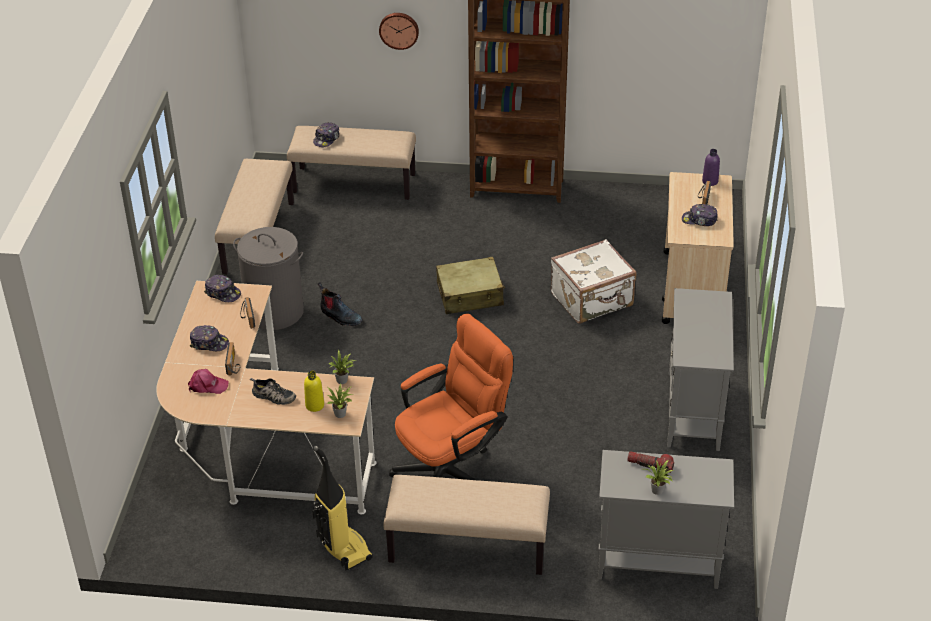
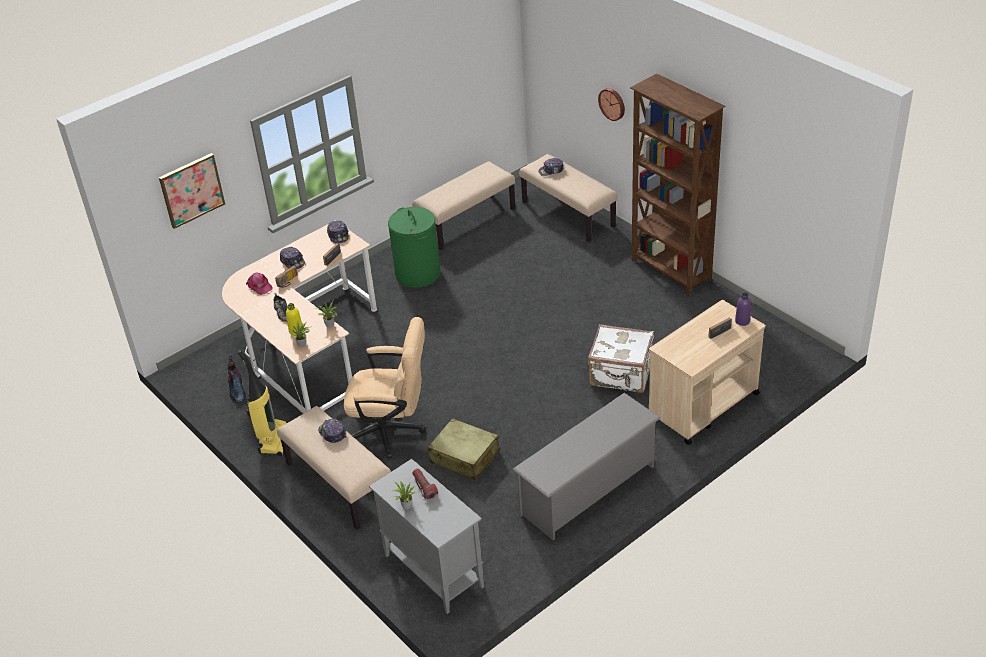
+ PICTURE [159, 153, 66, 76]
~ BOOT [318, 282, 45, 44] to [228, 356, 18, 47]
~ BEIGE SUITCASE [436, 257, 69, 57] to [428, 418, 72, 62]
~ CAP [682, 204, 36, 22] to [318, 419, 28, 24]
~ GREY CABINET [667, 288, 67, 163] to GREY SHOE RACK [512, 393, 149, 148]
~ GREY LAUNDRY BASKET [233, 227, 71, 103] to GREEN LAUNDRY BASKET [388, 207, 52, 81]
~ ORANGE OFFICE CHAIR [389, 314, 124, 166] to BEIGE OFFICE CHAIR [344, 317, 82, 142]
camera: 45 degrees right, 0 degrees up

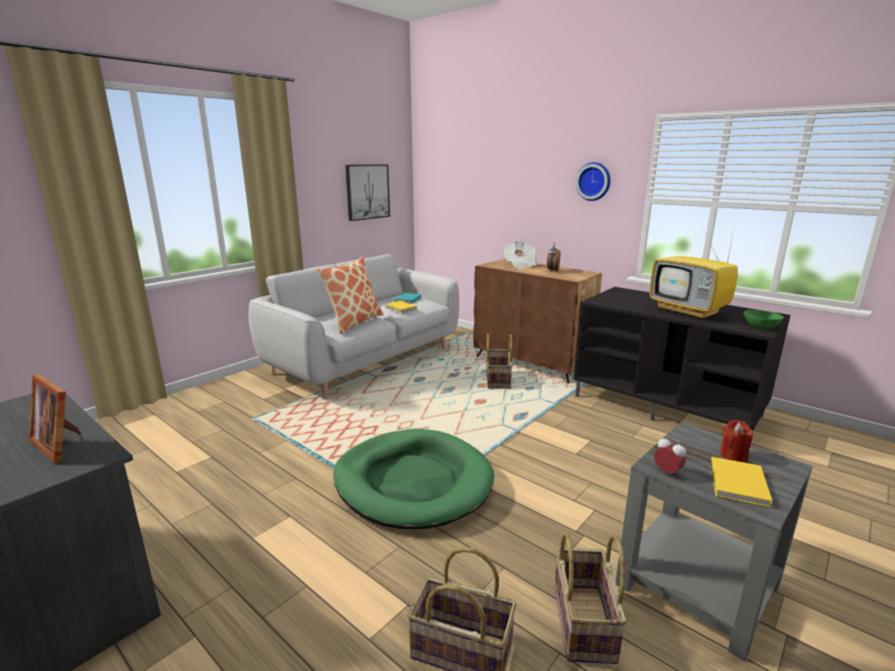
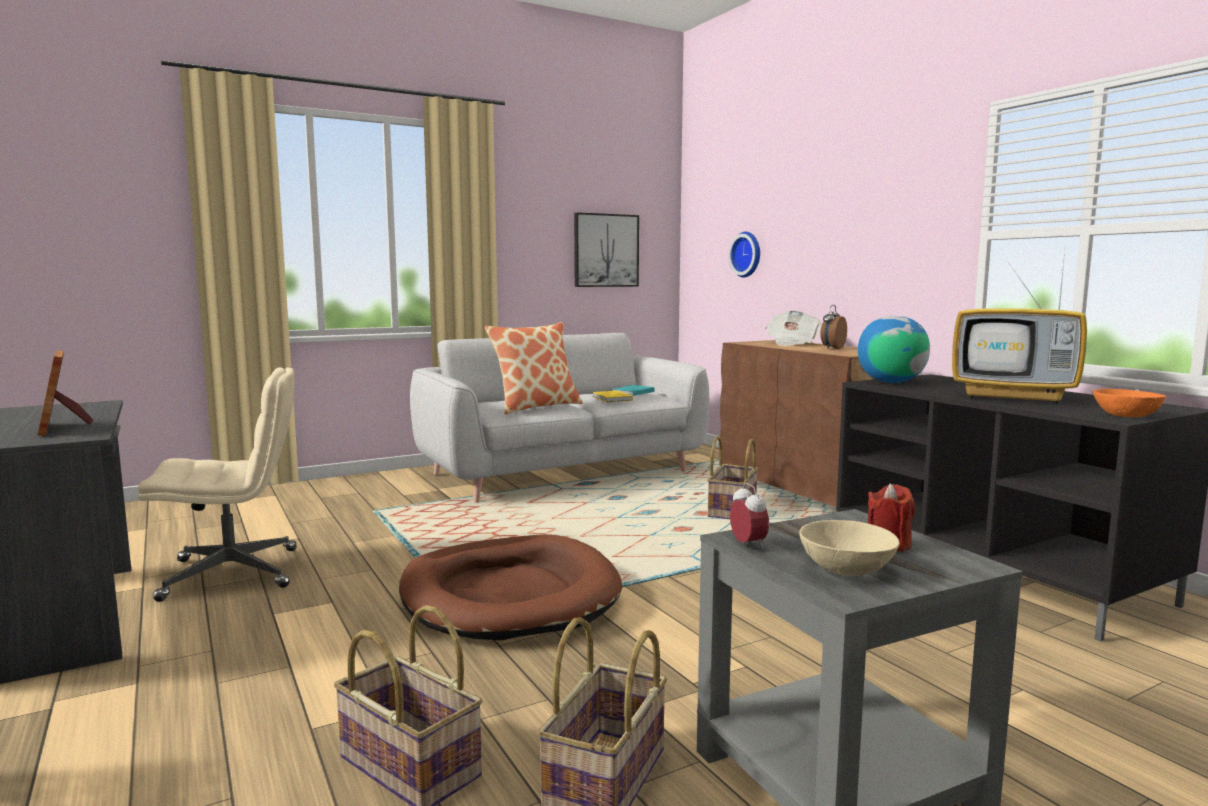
+ BEIGE OFFICE CHAIR [138, 367, 159, 235]
+ GLOBE [858, 316, 72, 67]
~ WALL CLOCK [576, 162, 35, 39] to [728, 232, 32, 45]
~ YELLOW BOOK [710, 457, 63, 51] to BEIGE BOWL [799, 520, 100, 56]
~ GREEN DOG BED [333, 429, 161, 100] to BROWN DOG BED [399, 534, 223, 106]
~ GREEN BOWL [744, 310, 40, 19] to ORANGE BOWL [1093, 389, 73, 28]
~ TELEVISION [650, 227, 88, 93] = [952, 252, 135, 152] 45 degrees counterclockwise
camera: 20 degrees right, 10 degrees down

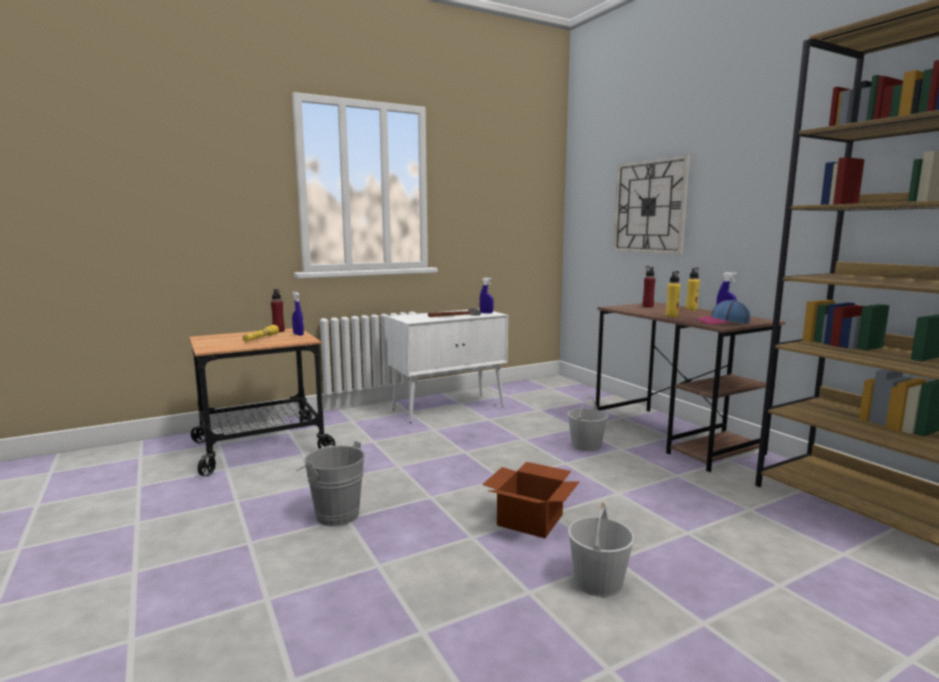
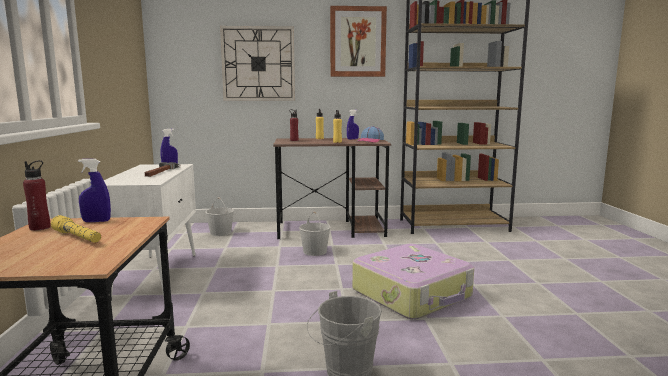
+ PICTURE [330, 6, 57, 71]
~ WHITE BUCKET [568, 502, 67, 95] to [205, 197, 29, 39]
~ CARDBOARD BOX [482, 462, 98, 76] to SUITCASE [352, 244, 122, 75]
camera: 65 degrees left, 0 degrees up

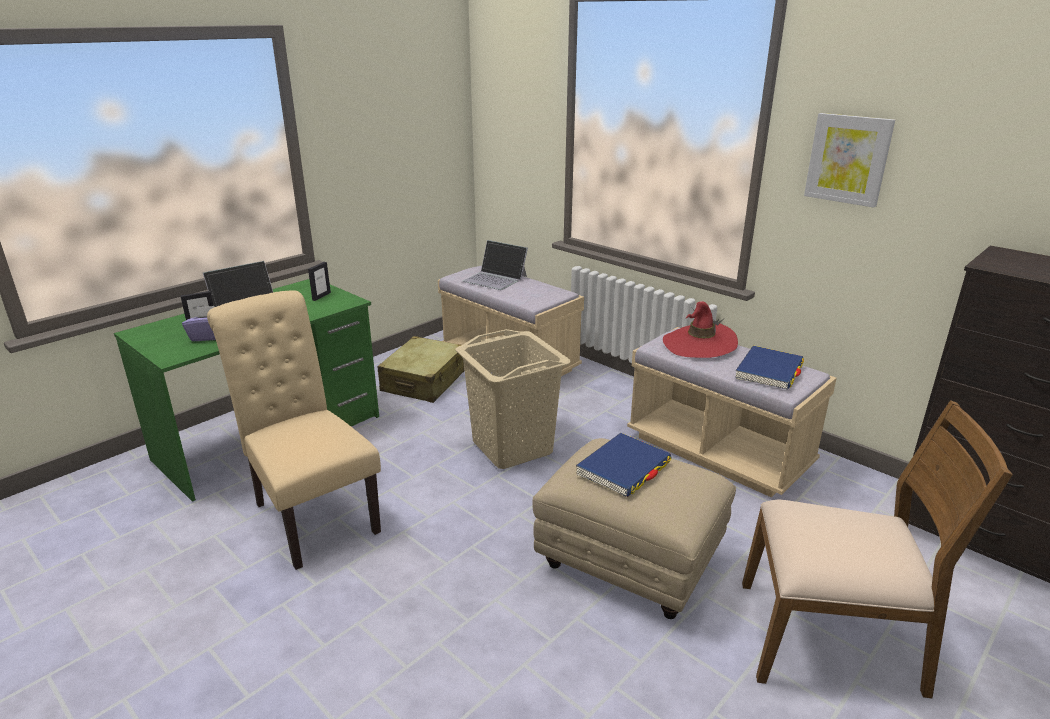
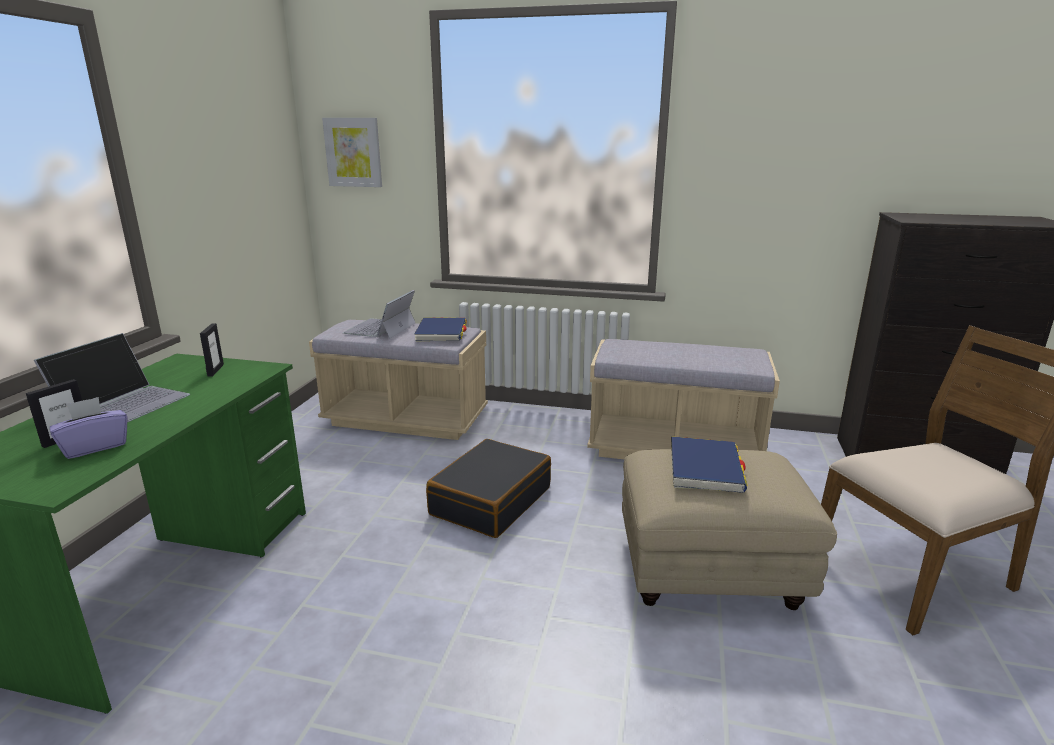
- BEIGE CHAIR [207, 290, 174, 280]
- BEIGE SUITCASE [378, 336, 86, 67]
- RED HAT [663, 301, 75, 57]
~ BLUE BOOK [736, 346, 68, 44] to [414, 317, 53, 25]
~ PICTURE [804, 113, 91, 95] to [322, 118, 60, 69]
~ BEIGE LAUNDRY BASKET [456, 329, 114, 140] to BLACK SUITCASE [426, 439, 125, 99]
~ LAPTOP [462, 240, 66, 50] = [343, 290, 72, 49] 105 degrees clockwise
camera: 30 degrees left, 5 degrees down

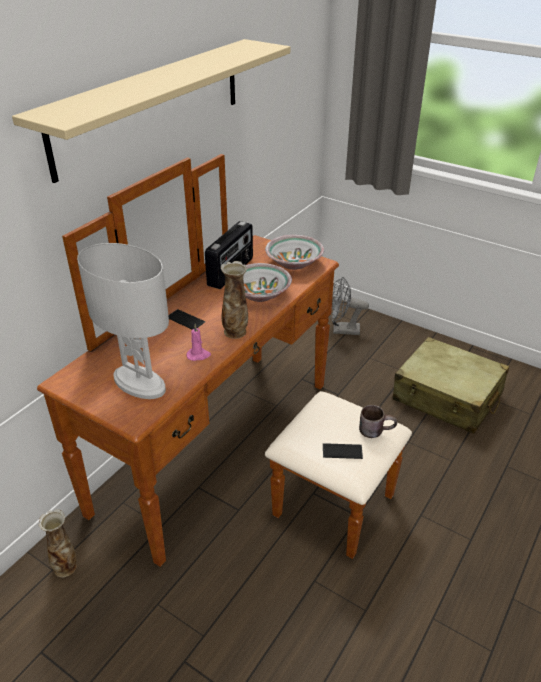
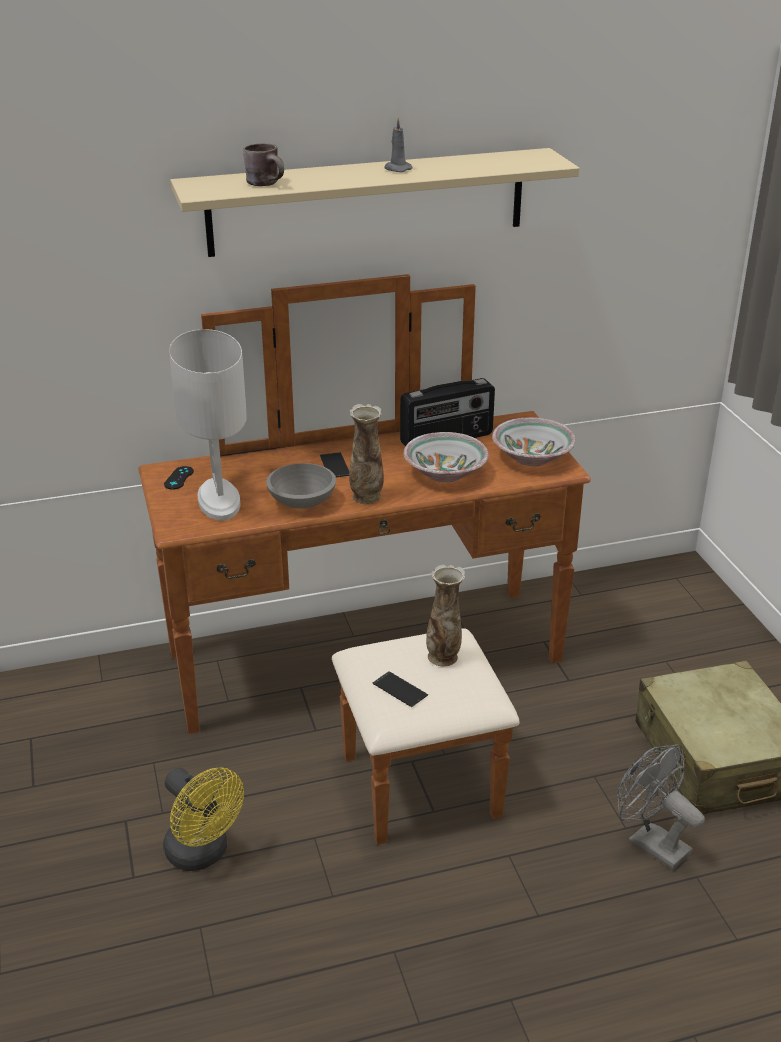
+ YELLOW FAN [163, 767, 81, 104]
+ BLACK GAME CONTROLLER [164, 466, 30, 24]
+ GREY CANDLE [384, 118, 28, 54]
~ VASE [39, 509, 38, 68] to [426, 565, 39, 101]
~ GREY FAN [329, 277, 40, 58] to [617, 744, 88, 126]
~ BROWN MUG [359, 405, 38, 33] to [243, 143, 41, 43]
~ PINK CANDLE [186, 324, 25, 37] to GREY BOWL [266, 463, 70, 45]
camera: 40 degrees right, 5 degrees down

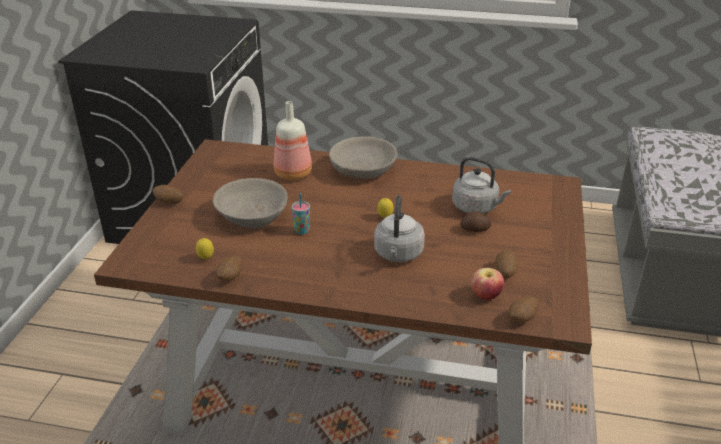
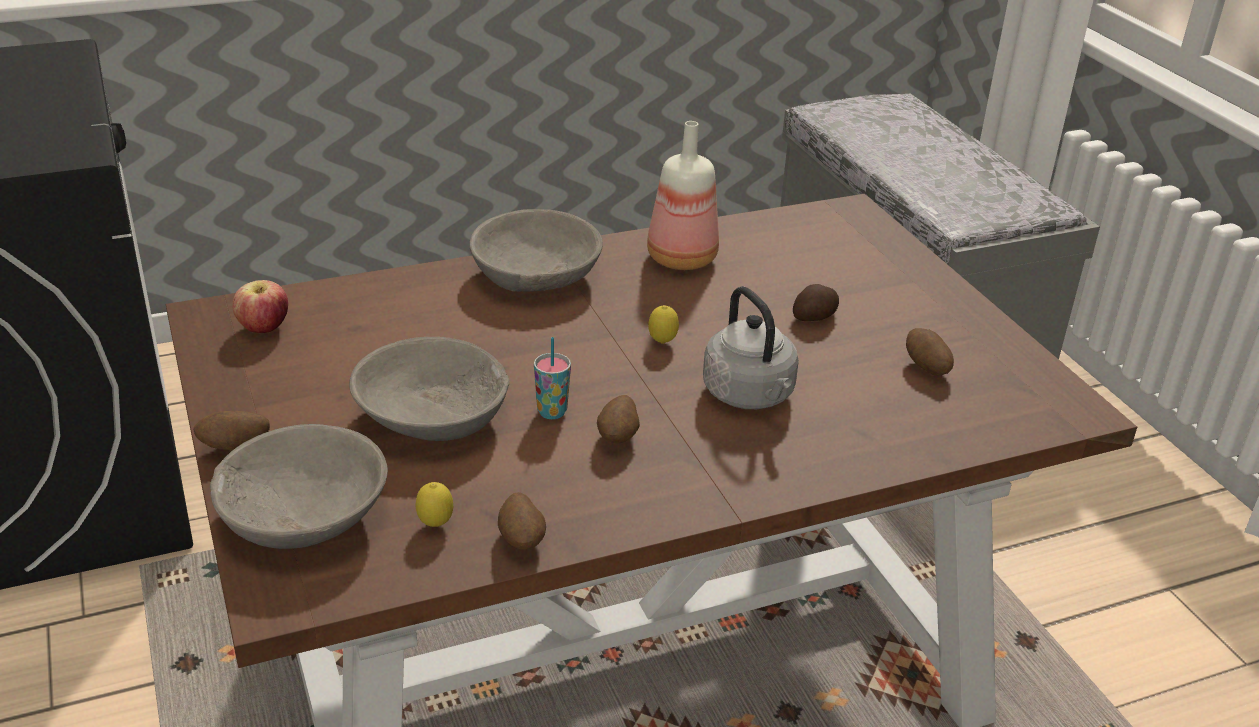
- GREY KETTLE [452, 157, 59, 57]
+ GREY BOWL [210, 424, 178, 125]
~ BOTTLE [274, 101, 38, 79] to [647, 121, 72, 149]
~ APPLE [471, 268, 33, 32] to [232, 280, 56, 53]
~ POTATO [509, 297, 29, 25] to [597, 395, 43, 49]
camera: 35 degrees left, 0 degrees up

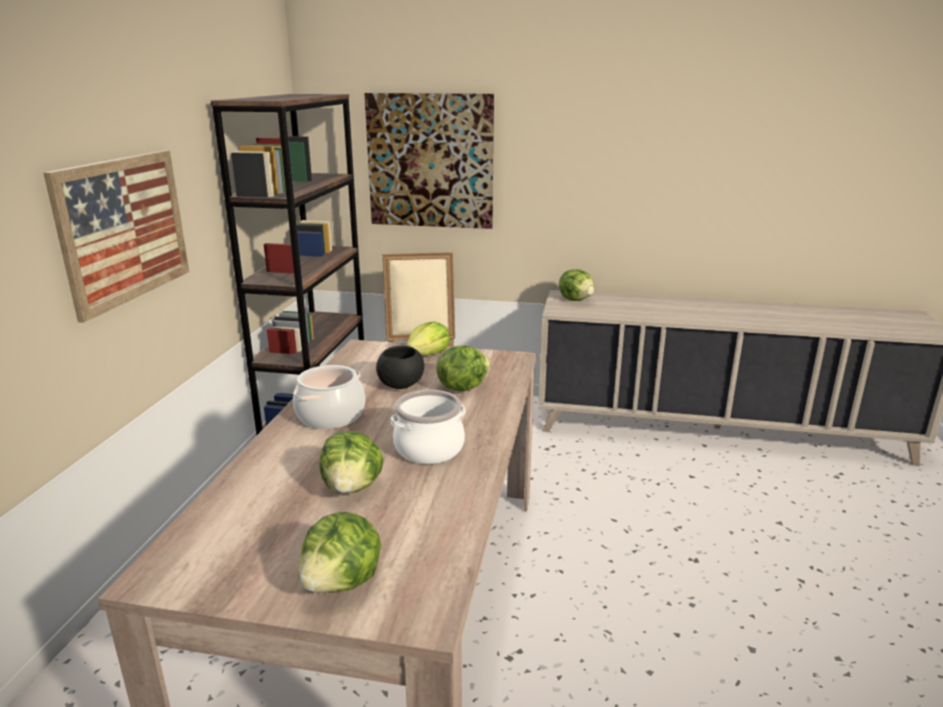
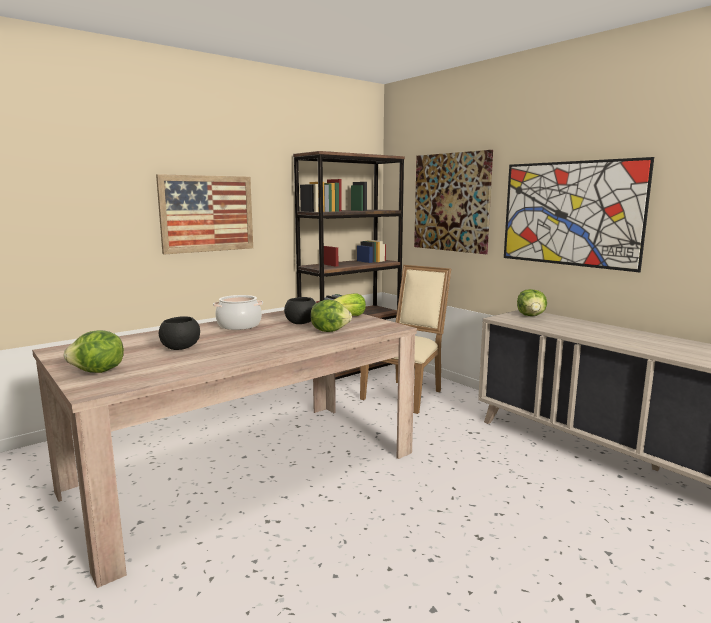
- COOKING POT [391, 390, 74, 74]
+ PICTURE [504, 157, 150, 115]
~ LETTUCE [320, 431, 64, 63] to BLACK BOWL [159, 316, 41, 34]
camera: 40 degrees right, 10 degrees down

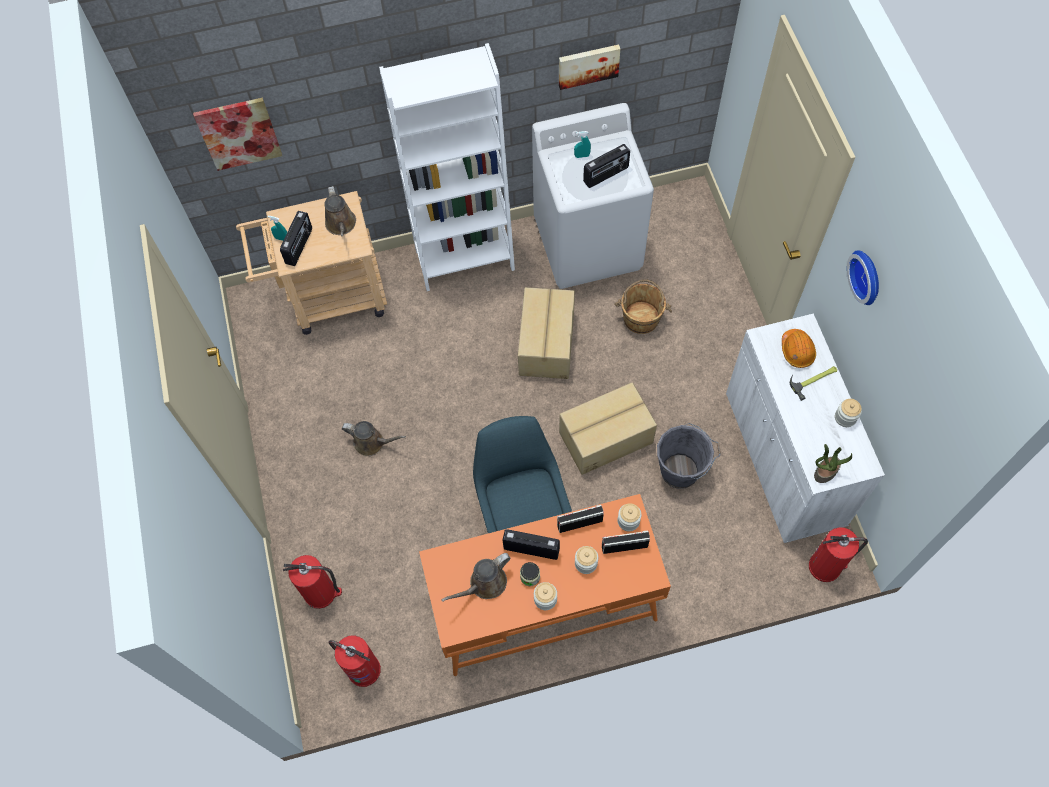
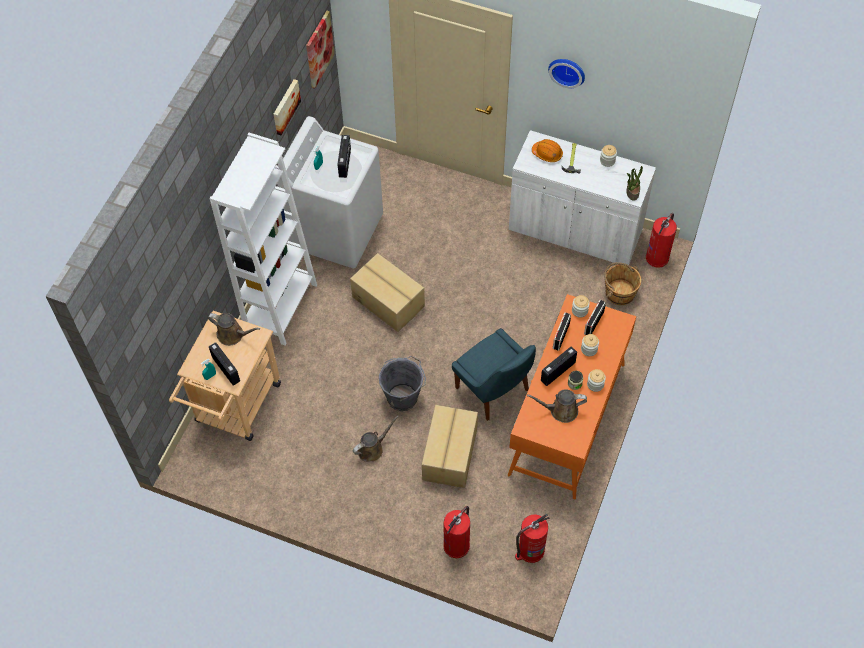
~ PICTURE [193, 98, 89, 73] to [306, 11, 29, 78]
~ CARDBOARD BOX [559, 382, 98, 93] to [422, 405, 56, 83]
~ BROWN BUCKET [614, 279, 58, 55] to [604, 262, 37, 43]
~ GREY BUCKET [657, 423, 64, 66] to [379, 356, 47, 55]
~ BROWN WATERING CAN [441, 553, 70, 49] = [527, 389, 60, 34] 90 degrees clockwise
~ BLUE CHAIR [473, 416, 99, 117] = [452, 328, 84, 93] 150 degrees counterclockwise
camera: 55 degrees left, 5 degrees down

